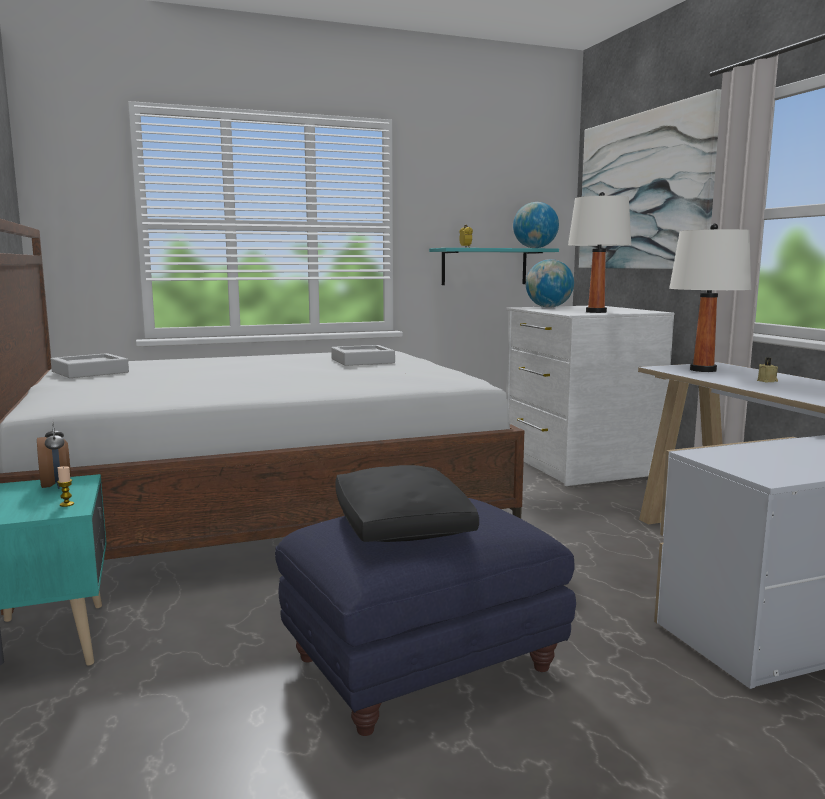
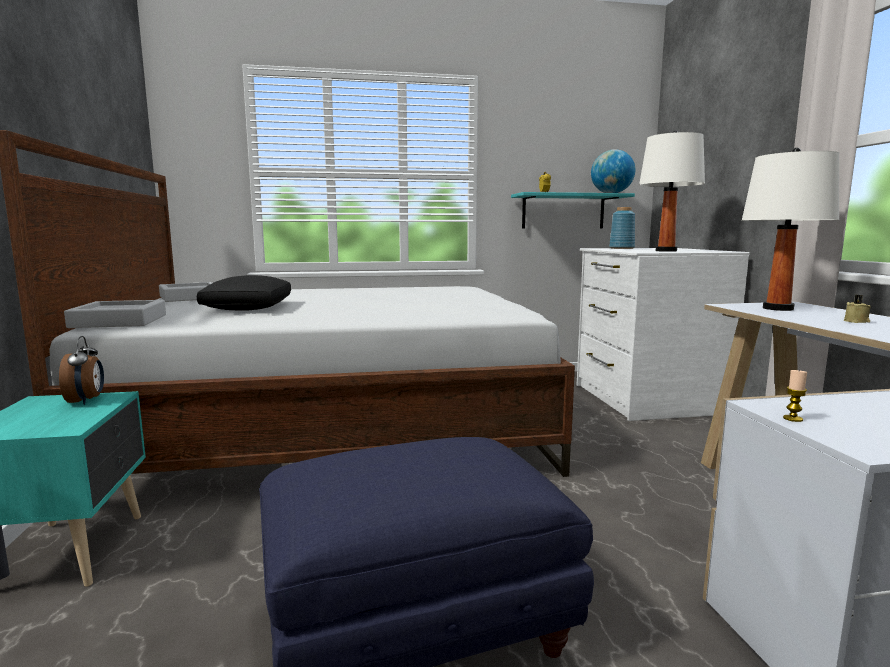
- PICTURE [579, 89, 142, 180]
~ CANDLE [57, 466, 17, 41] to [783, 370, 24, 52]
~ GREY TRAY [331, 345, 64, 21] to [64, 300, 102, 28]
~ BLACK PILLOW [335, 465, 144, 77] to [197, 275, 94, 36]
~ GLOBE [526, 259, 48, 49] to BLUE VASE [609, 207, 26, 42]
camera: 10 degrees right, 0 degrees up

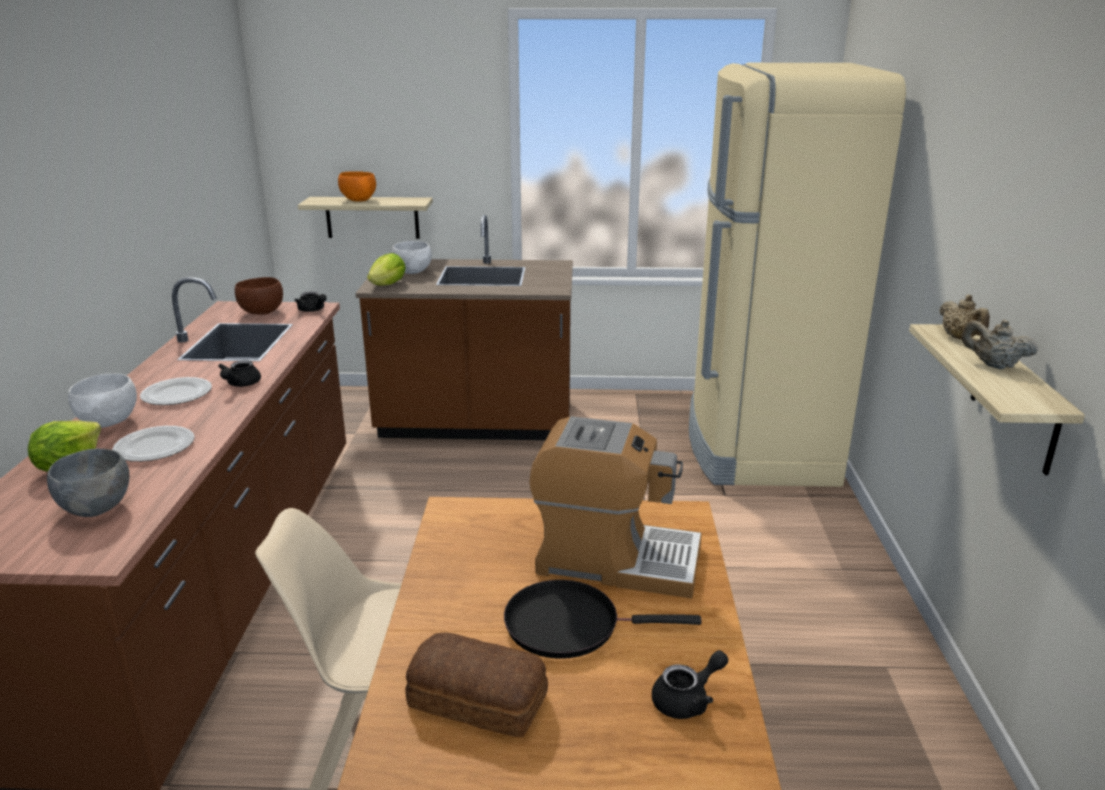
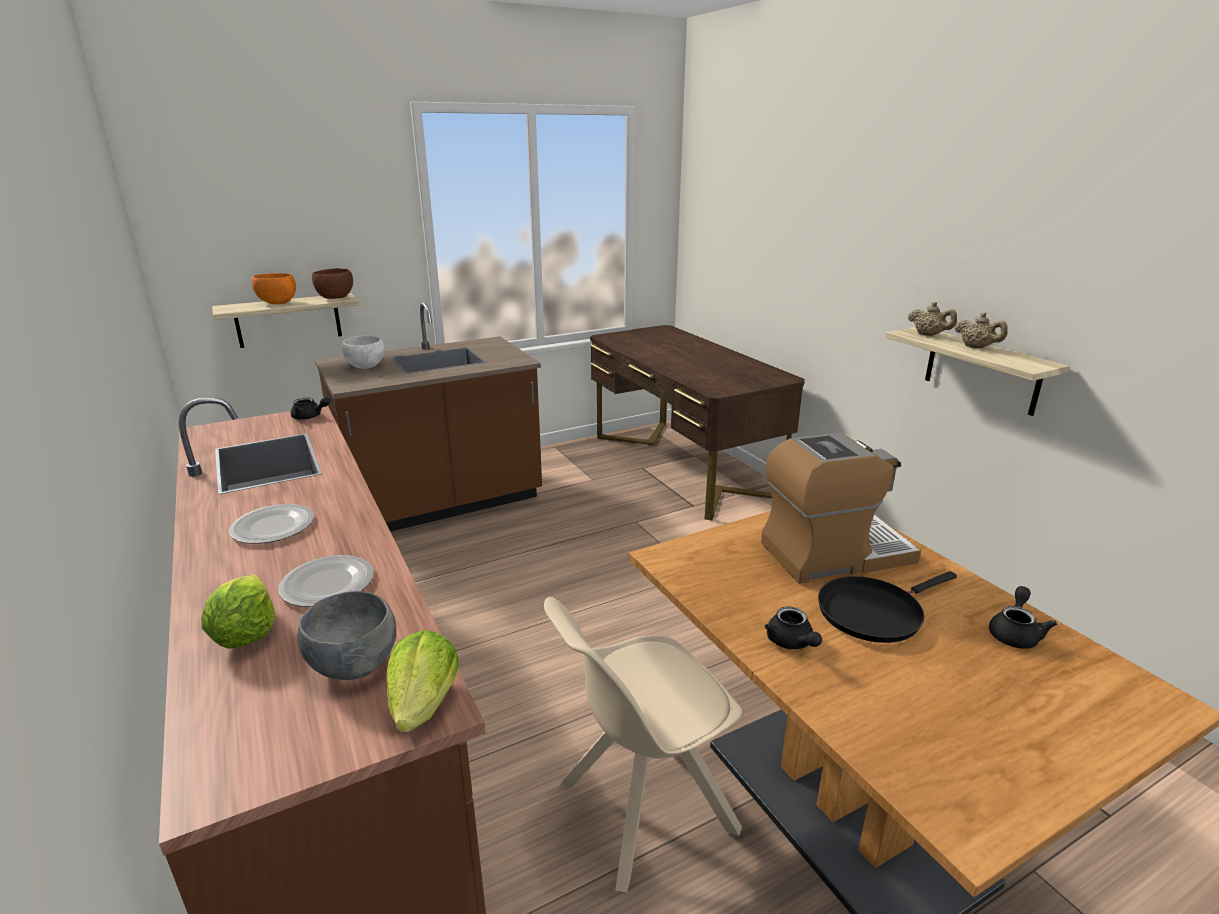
- WHITE BOWL [68, 374, 69, 54]
- BREAD [405, 633, 143, 105]
~ BLACK TEAPOT [218, 360, 43, 27] to [765, 606, 57, 43]
~ BROWN BOWL [235, 277, 48, 37] to [312, 268, 41, 31]
~ LETTUCE [367, 253, 39, 33] to [386, 630, 73, 102]
~ BEIGE FRIDGE [689, 63, 217, 424] to BROWN DESK [590, 325, 215, 195]
~ BEIGE TEAPOT [961, 319, 77, 50] = [954, 313, 54, 35] 135 degrees counterclockwise
camera: 30 degrees left, 0 degrees up

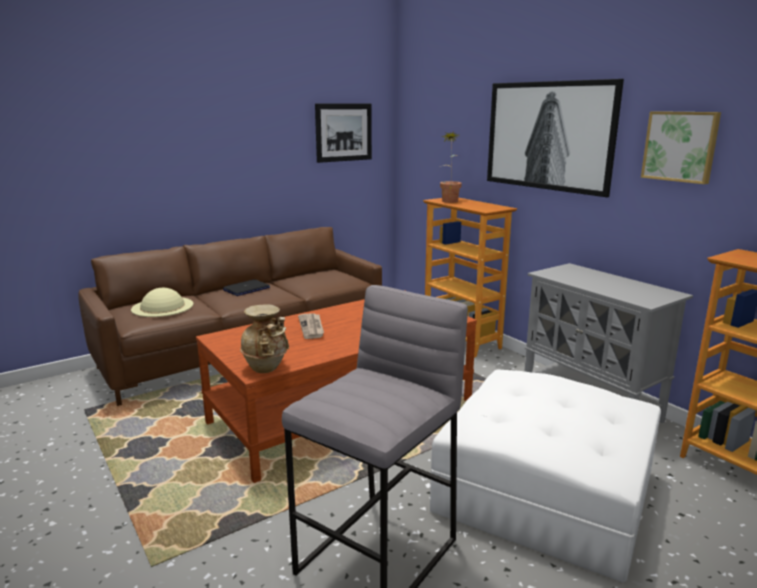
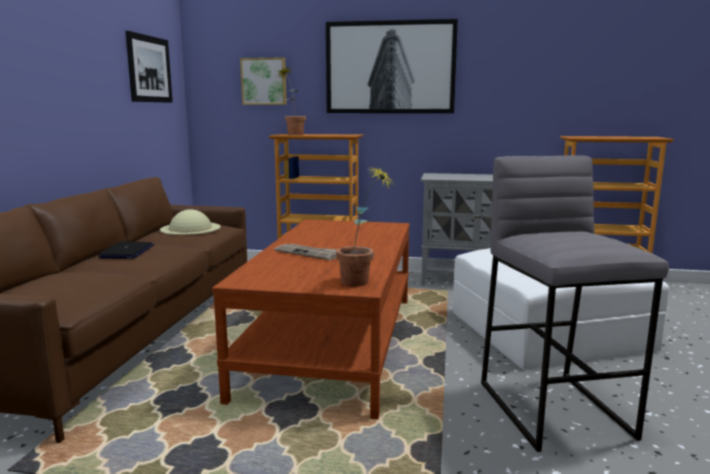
~ BEIGE HAT [131, 288, 63, 29] to [160, 209, 61, 26]
~ PICTURE [641, 111, 80, 73] to [240, 57, 47, 48]
~ BEIGE VASE [240, 304, 49, 69] to POTTED PLANT [336, 165, 57, 121]
camera: 45 degrees left, 5 degrees down

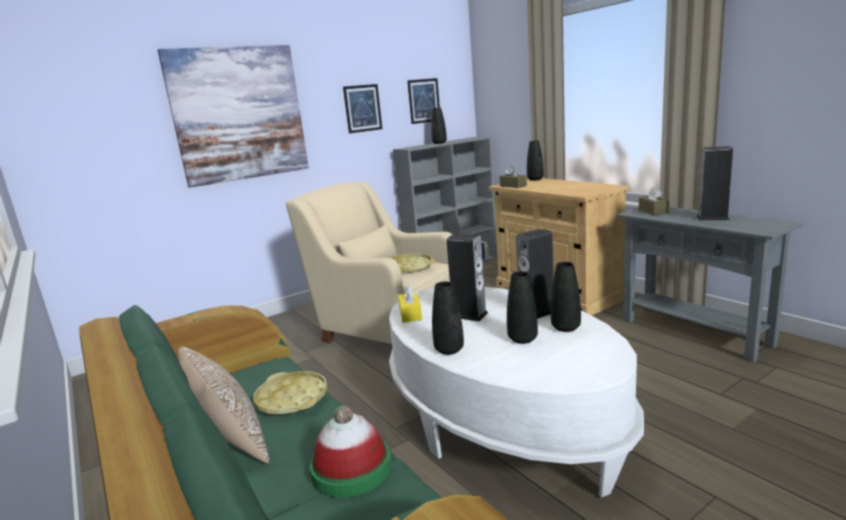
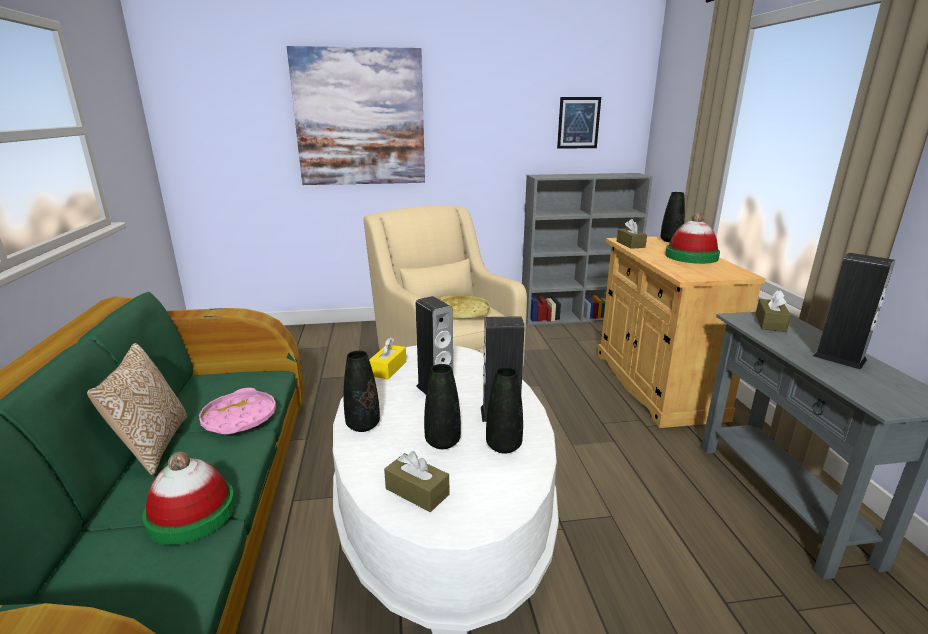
- PICTURE [343, 84, 39, 49]
- BLACK VASE [431, 107, 16, 37]
+ BROWN TISSUE BOX [384, 451, 65, 61]
+ HAT [665, 212, 55, 52]
~ YELLOW TRAY [253, 371, 74, 44] to PINK TRAY [199, 388, 77, 46]
camera: 25 degrees right, 5 degrees up

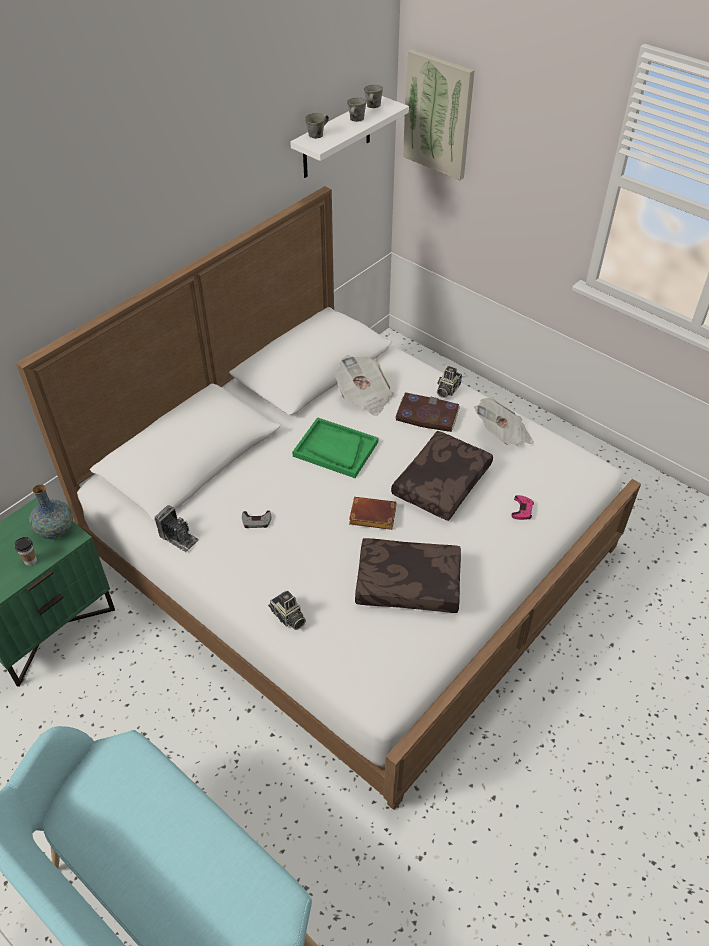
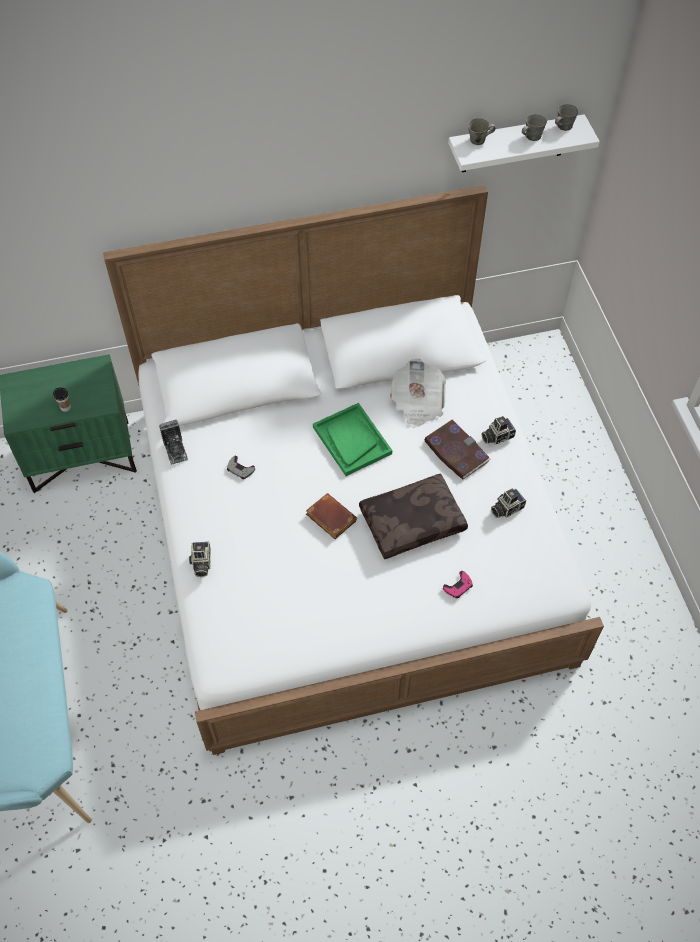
- VASE [29, 484, 44, 55]
- BROWN PILLOW [355, 538, 106, 75]
- PICTURE [403, 49, 72, 131]
~ NEWSPAPER [474, 398, 60, 48] to PHOTO CAMERA [491, 488, 35, 30]
camera: 35 degrees right, 10 degrees up

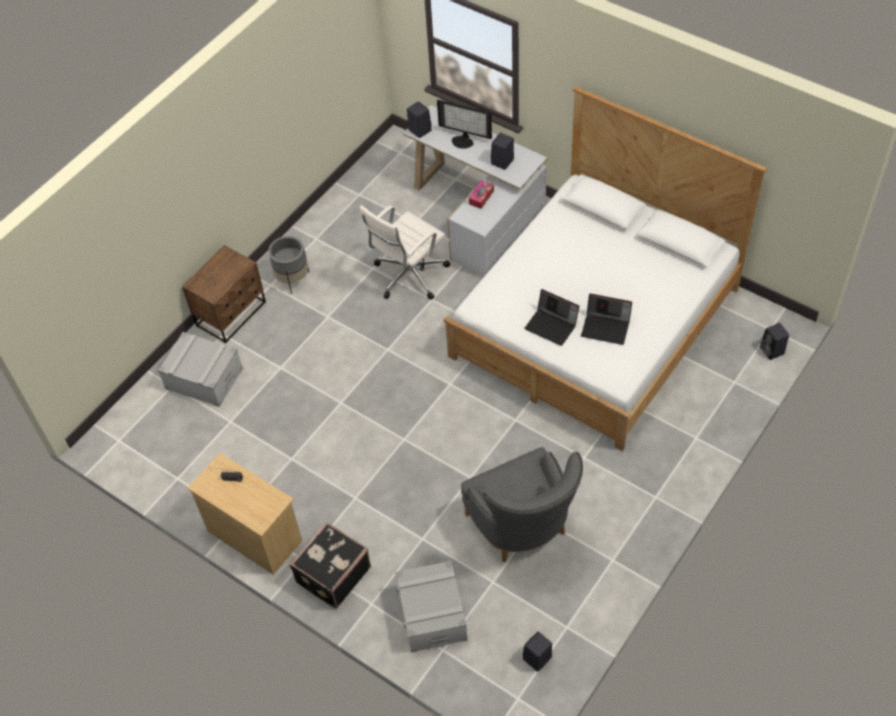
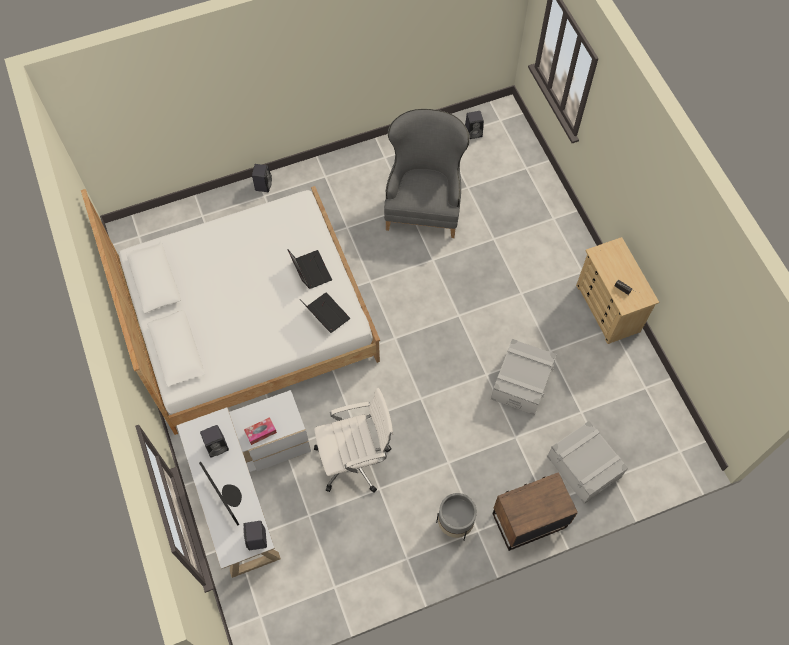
- BLACK SUITCASE [290, 521, 81, 88]
~ GREY STORAGE BOX [395, 561, 73, 92] to [491, 339, 66, 77]
~ LAPTOP [581, 294, 51, 51] to [300, 292, 50, 41]
~ BLACK SPEAKER [760, 323, 29, 37] to [252, 164, 20, 28]
camera: 150 degrees left, 10 degrees up

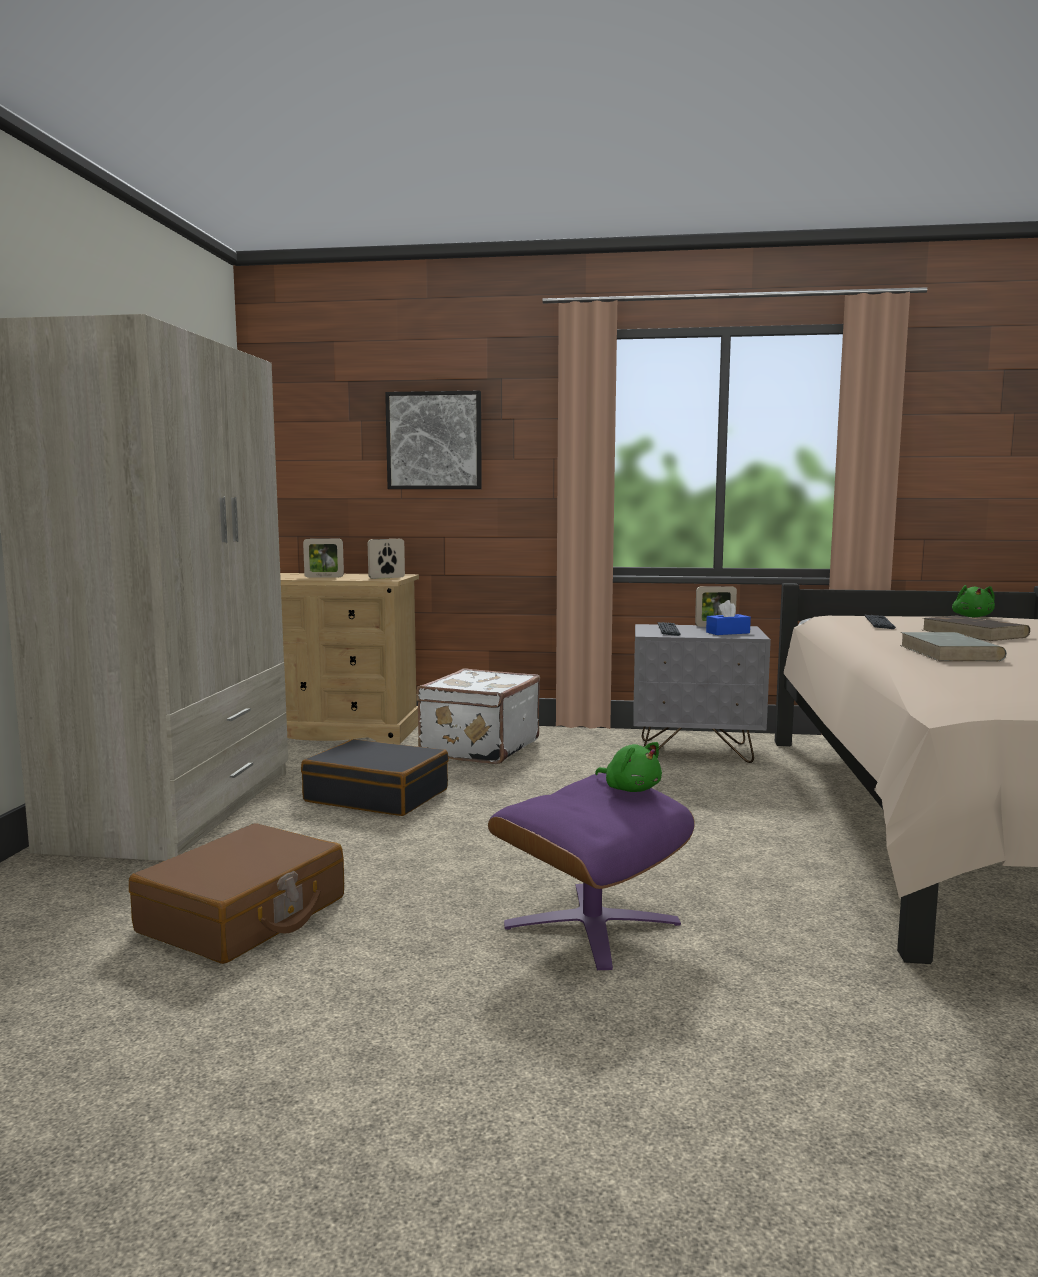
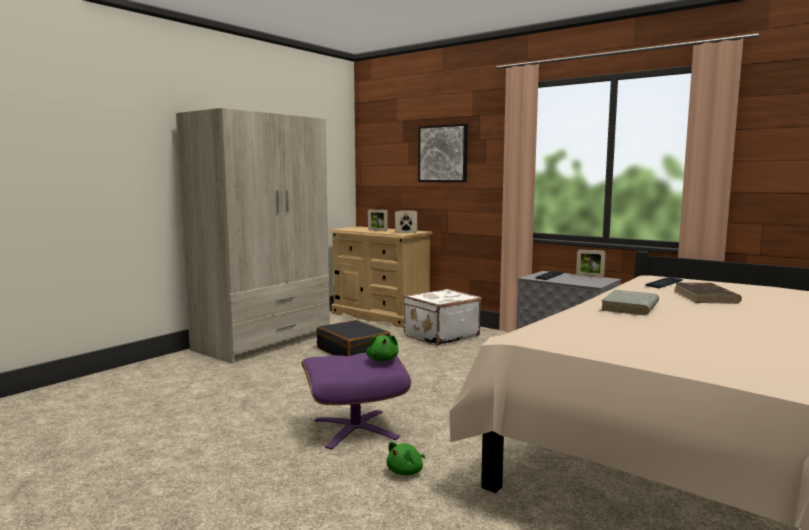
- BROWN SUITCASE [129, 823, 215, 141]
- BLUE TISSUE BOX [706, 600, 45, 35]
~ GREEN PLUSH TOY [952, 585, 43, 32] to [386, 442, 39, 33]
camera: 30 degrees right, 0 degrees up

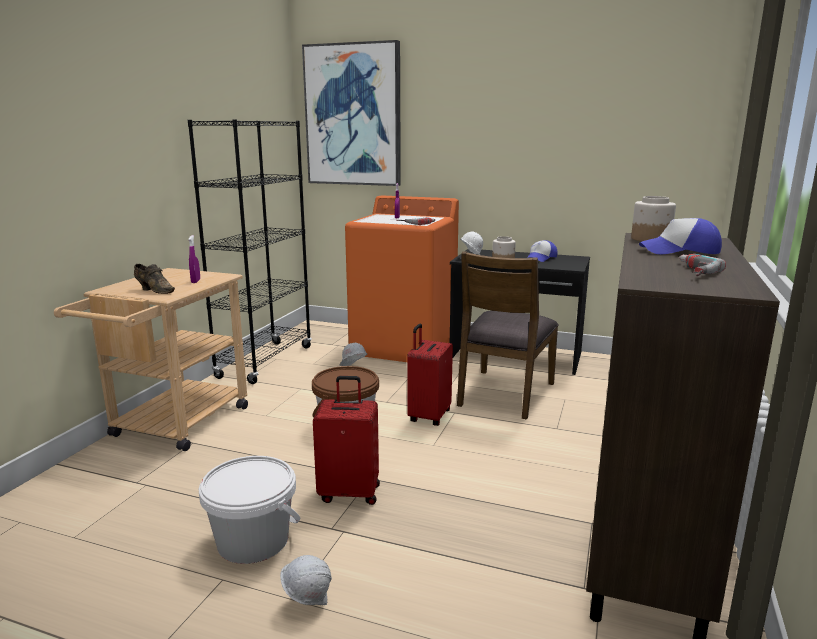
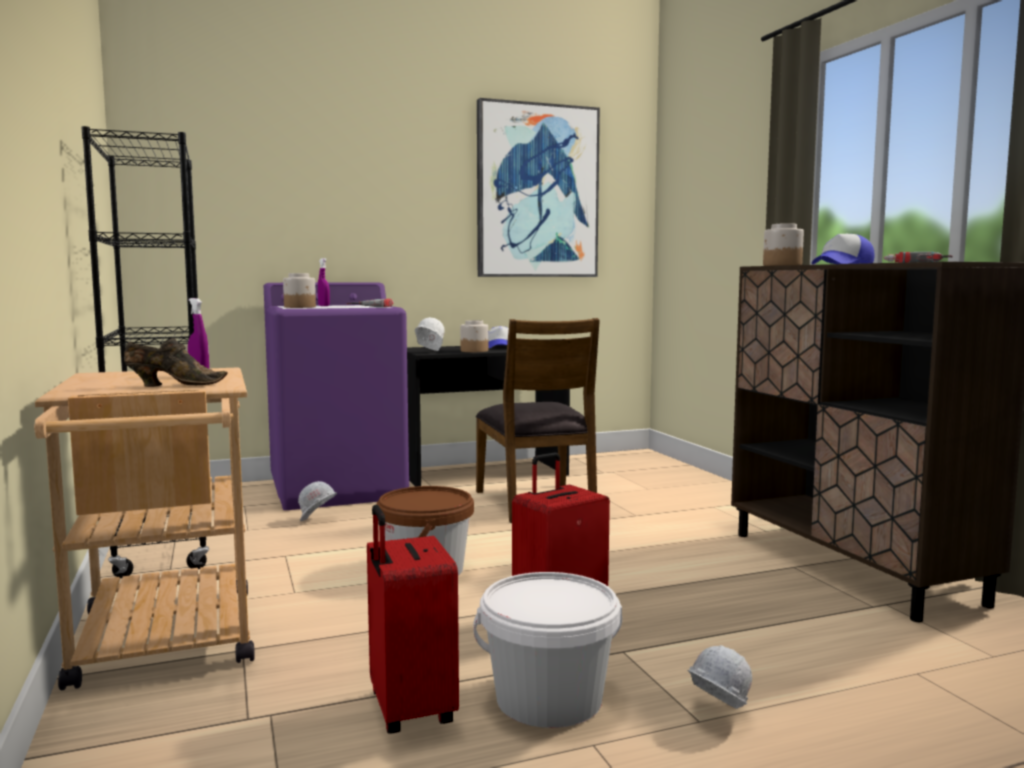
+ JAR [283, 273, 33, 35]
~ PICTURE [302, 40, 99, 146] to [477, 98, 123, 179]
~ RED SUITCASE [407, 324, 46, 102] to [367, 505, 92, 229]
~ ORANGE WASHING MACHINE [345, 195, 114, 167] to PURPLE WASHING MACHINE [264, 283, 145, 227]
camera: 40 degrees left, 10 degrees down

